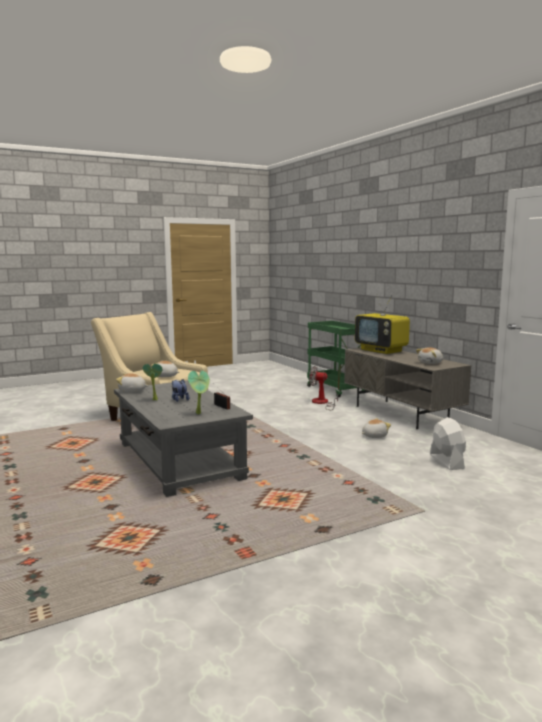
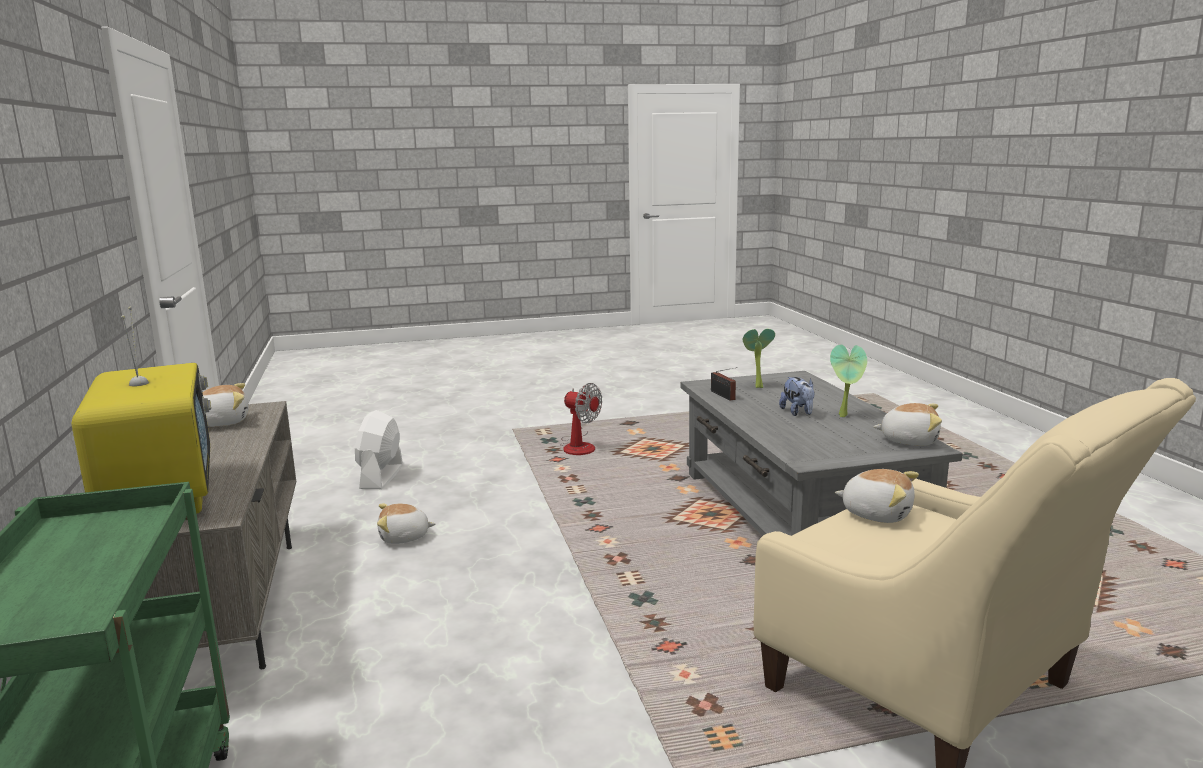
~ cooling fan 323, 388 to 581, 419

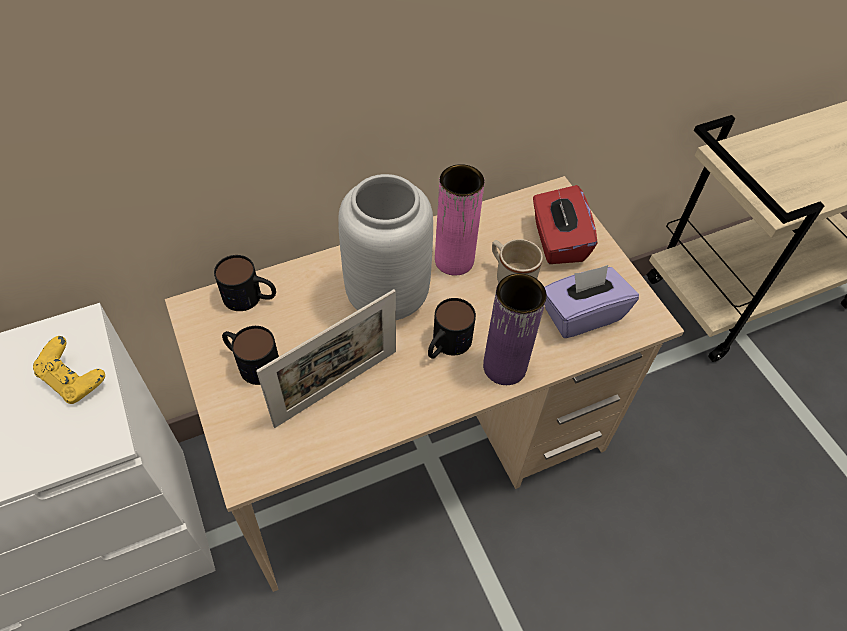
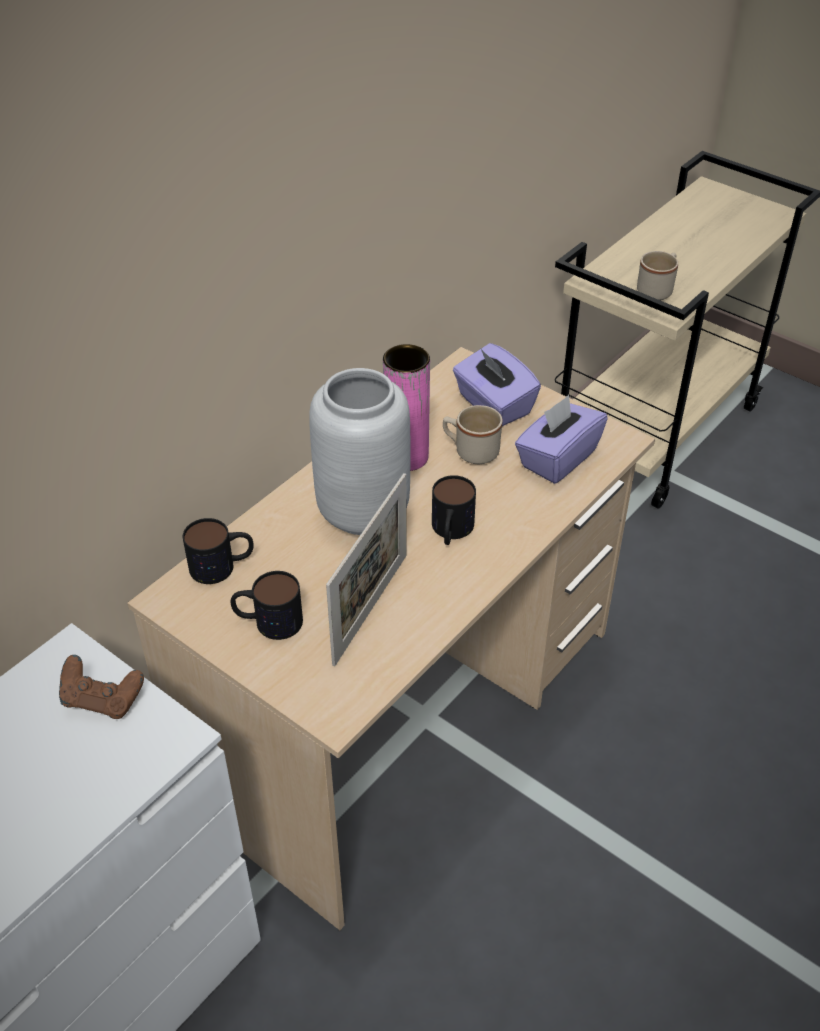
~ box of tissues/red 565, 224 to box of tissues/purple 497, 384
- vase/purple 515, 329
~ gamepad/yellowish 69, 370 to gamepad/brown-coloured 101, 687
+ tea mug/beige-coloured 657, 275

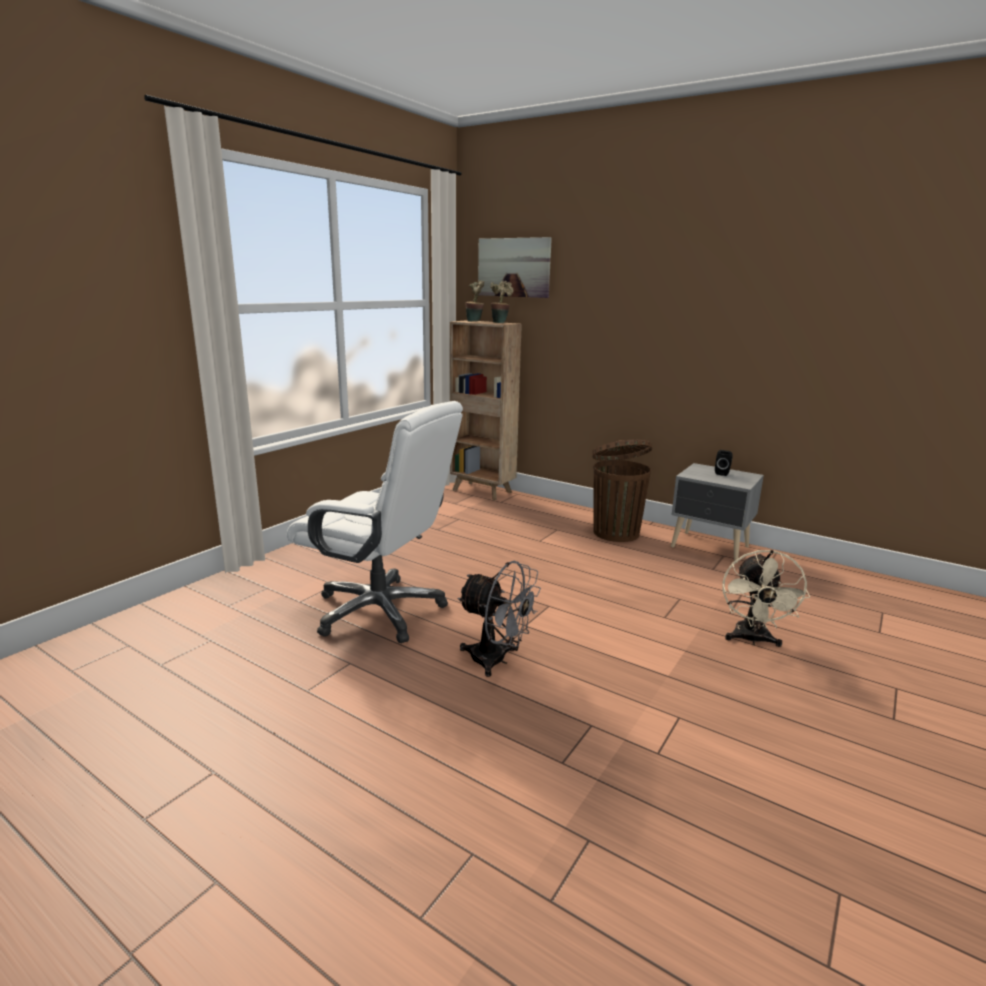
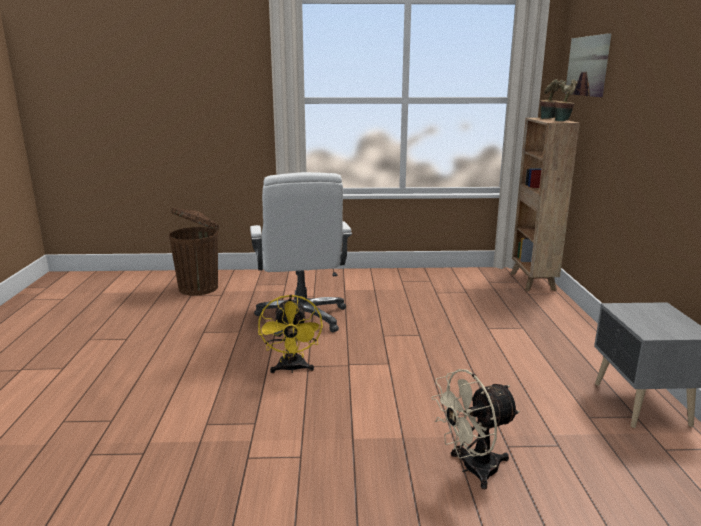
~ trash can/brown-coloured 622, 490 to 194, 252
- audio speaker/black 724, 463
~ cooling fan/gray 499, 619 to cooling fan/yellowish 290, 333

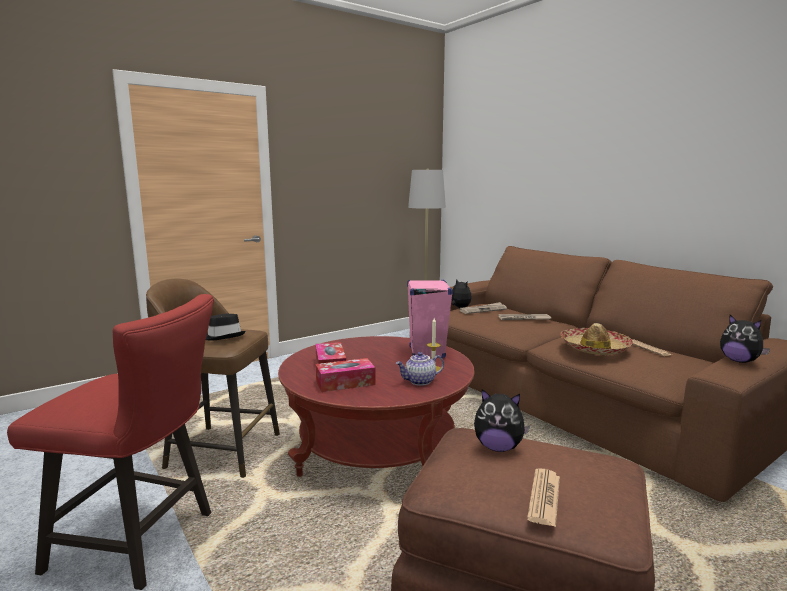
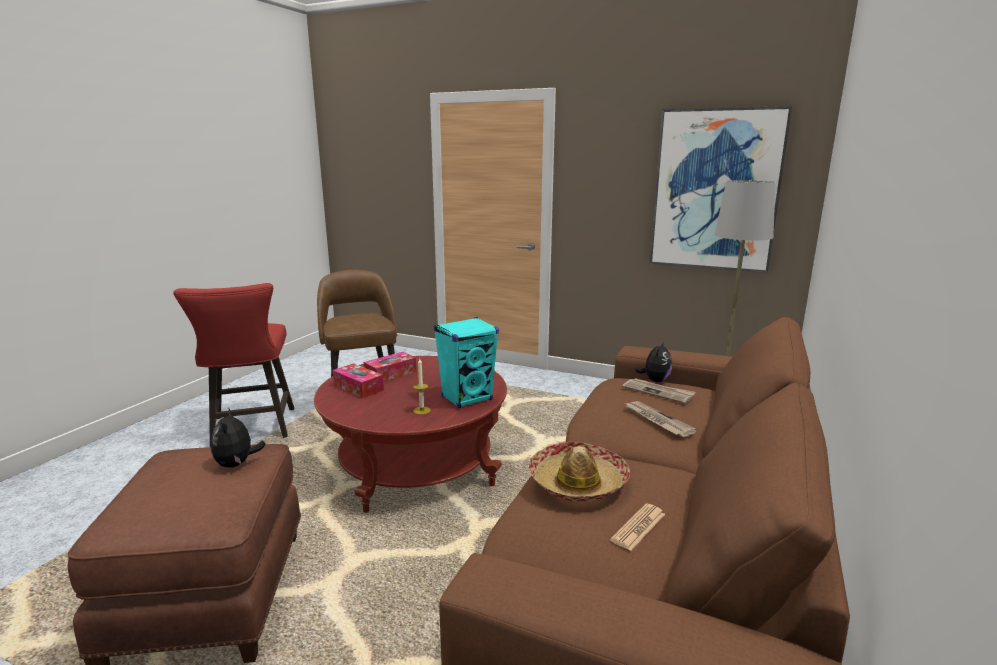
~ audio speaker/pinkish 430, 319 to audio speaker/blue-green 466, 363
- clothing hat/black 226, 327
- plush toy 745, 339
- teapot 420, 369
- daily paper 543, 498
+ wall art 721, 189

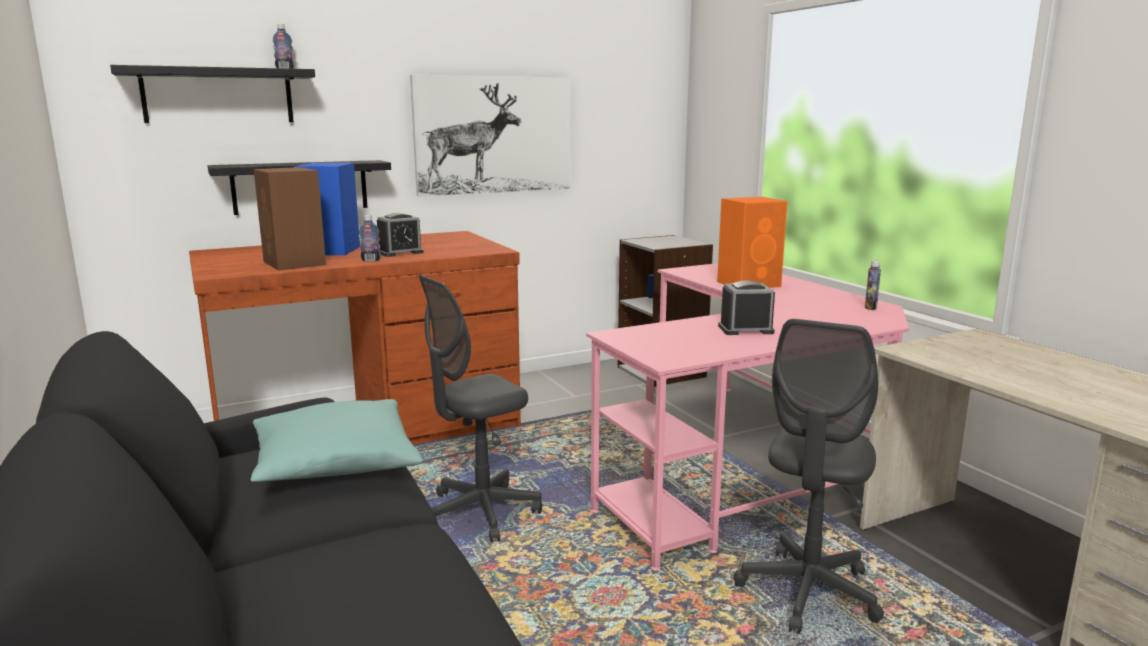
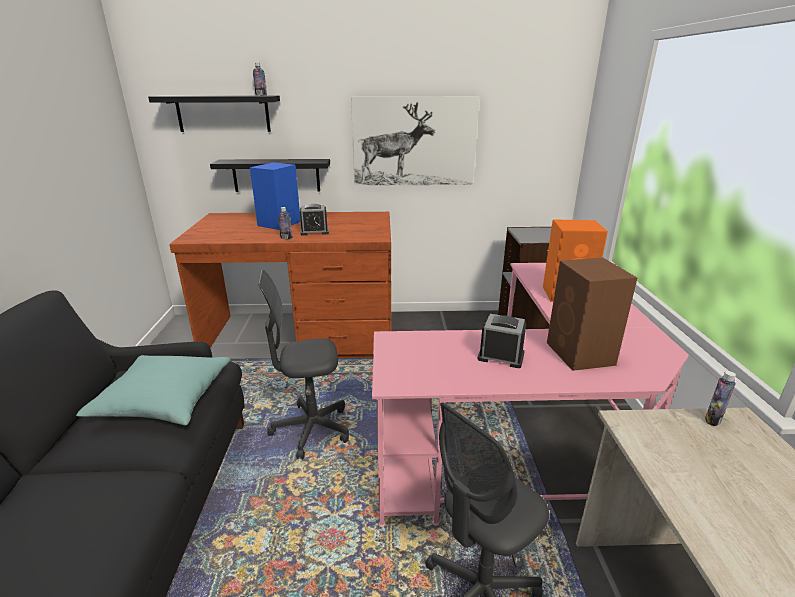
~ audio speaker/brown-coloured 290, 219 to 592, 314
~ bottle 873, 285 to 720, 398

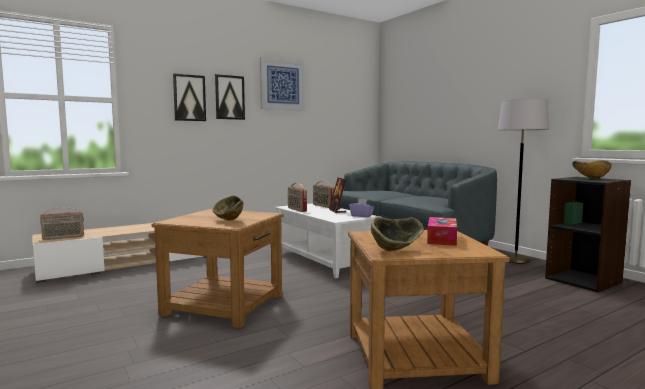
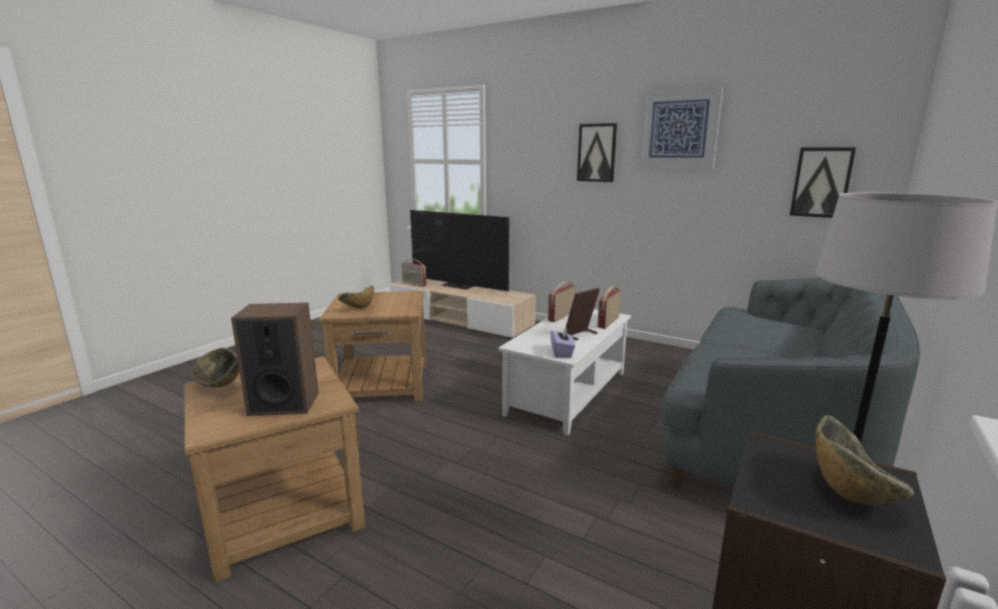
~ wall art 189, 97 to 823, 182
~ box of tissues 442, 231 to audio speaker 275, 359
+ television 459, 250

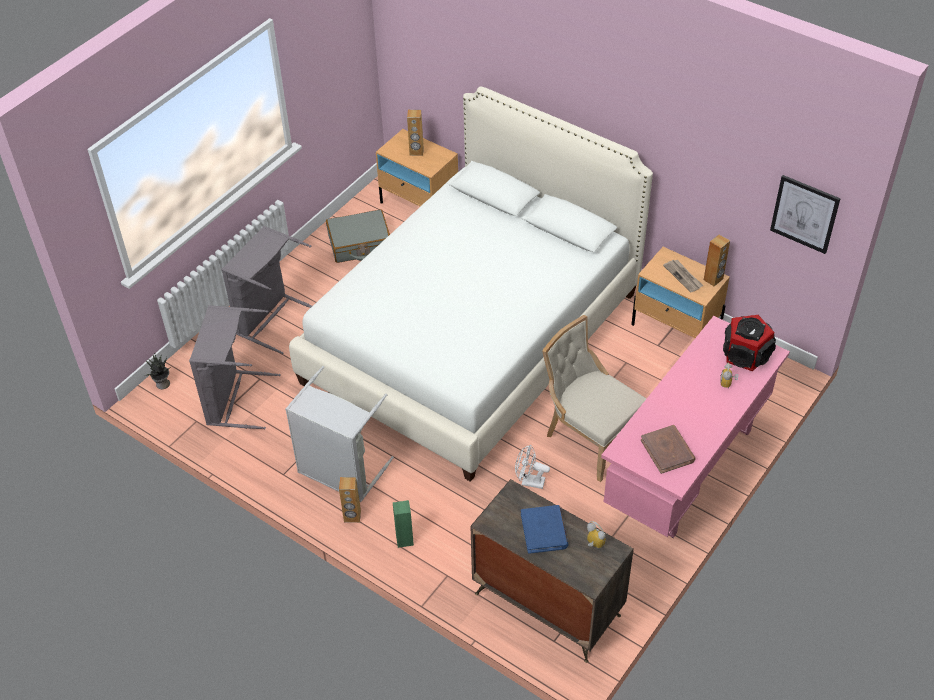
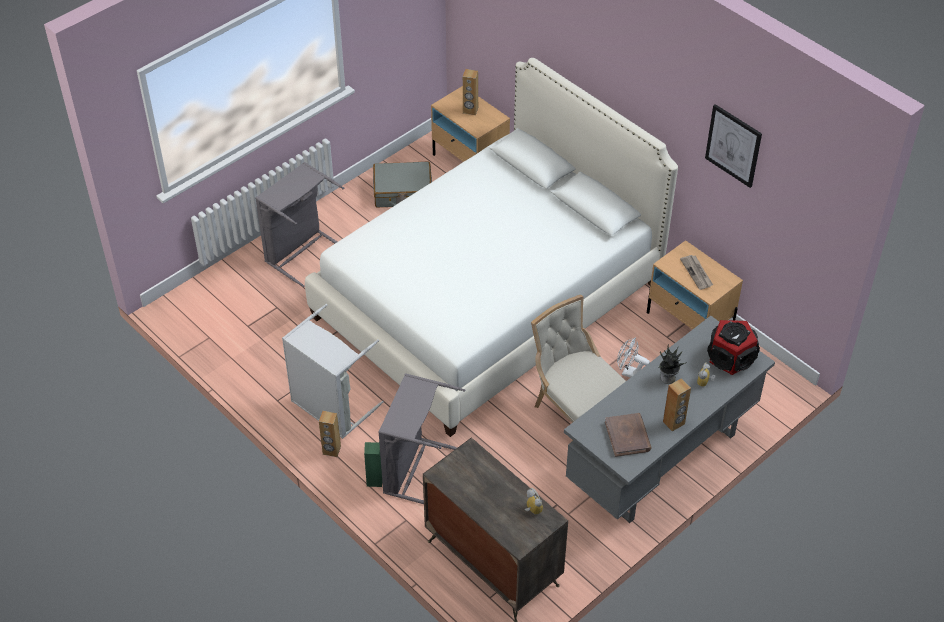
~ wall art 805, 214 to 733, 146
~ audio speaker/brown-coloured 717, 260 to 677, 405
~ laundry basket/gray 235, 367 to 422, 438
~ desk table/pinkish 695, 427 to desk table/gray 669, 419
~ plant in a pot 158, 371 to 672, 364
~ cooling fan/white 532, 466 to 633, 358
- bound book/blue-coloured 544, 529

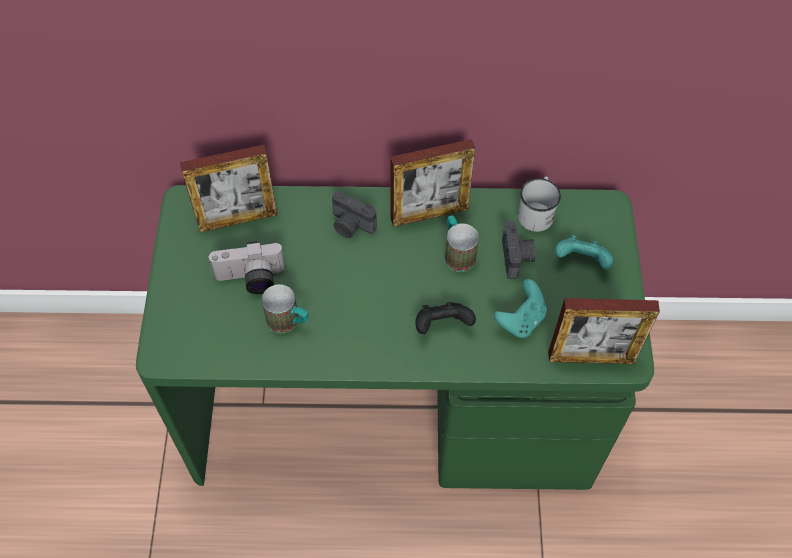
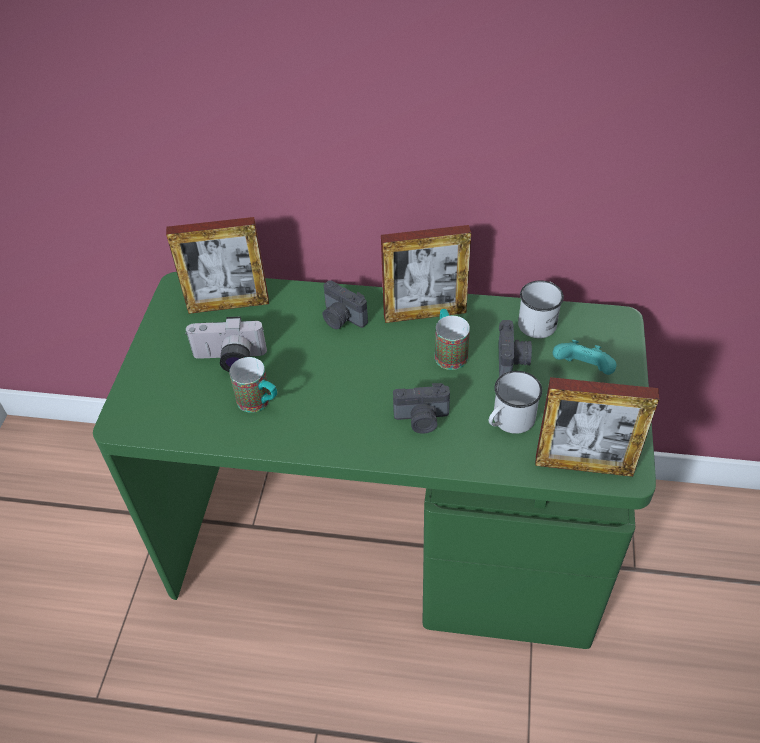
~ gamepad/blue-green 520, 308 to tea mug/white 515, 402
~ gamepad/black 445, 318 to photo camera 421, 408

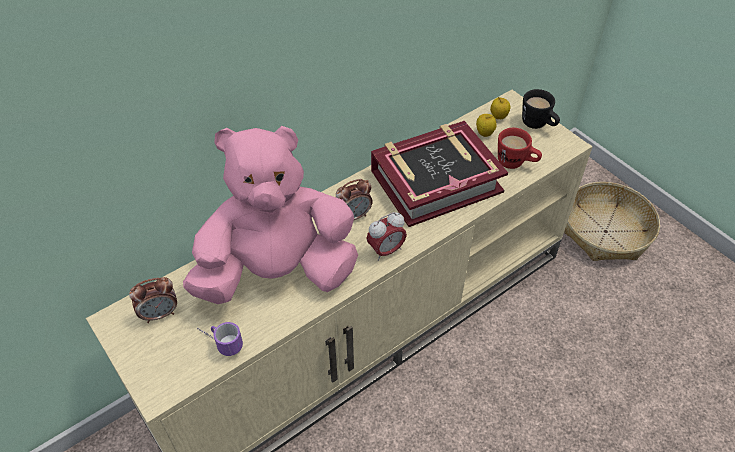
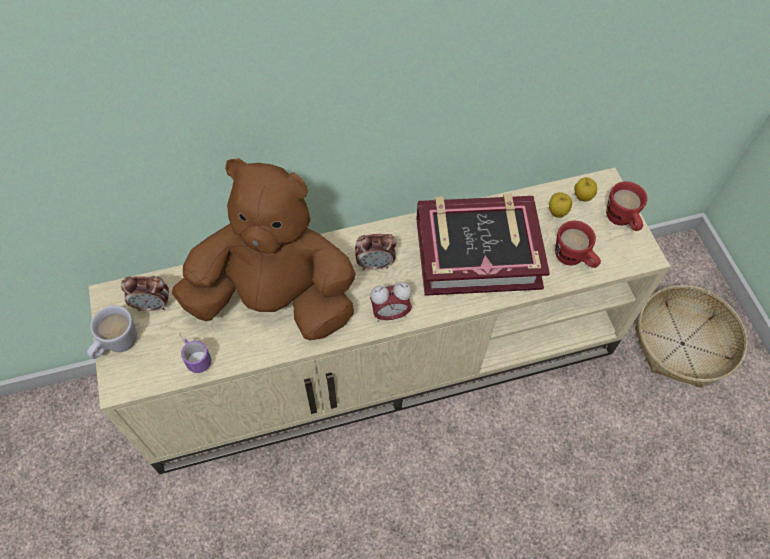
~ tea mug/black 541, 109 to tea mug/red 626, 206
~ plush toy/pinkish 270, 215 to plush toy/brown-coloured 264, 249
+ tea mug/white 112, 332

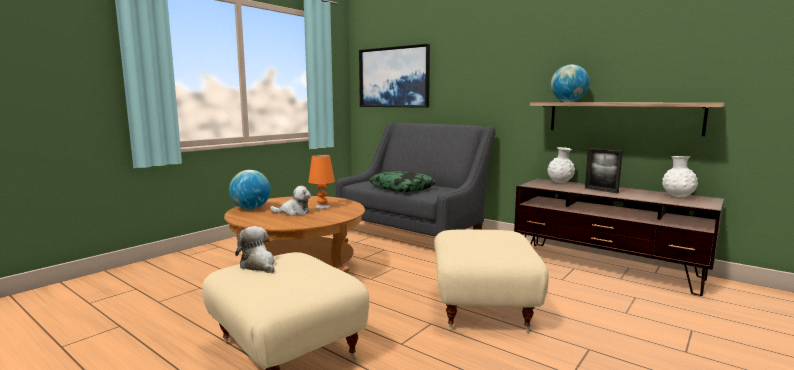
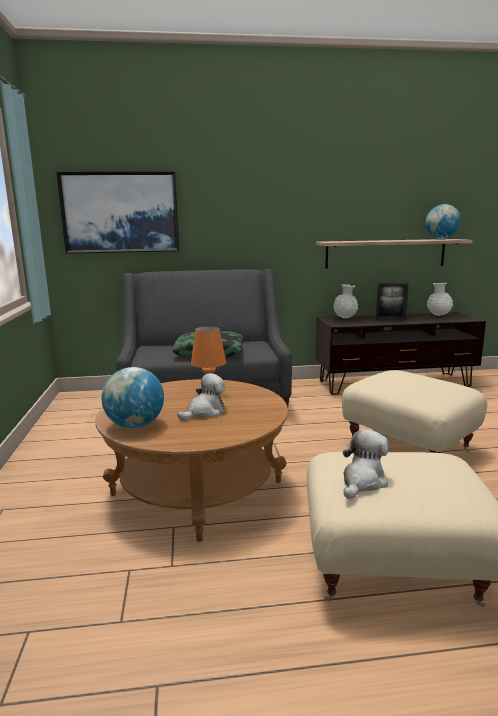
~ world globe 570, 83 to 443, 222
~ plush toy 255, 249 = 365, 464 120 degrees clockwise

